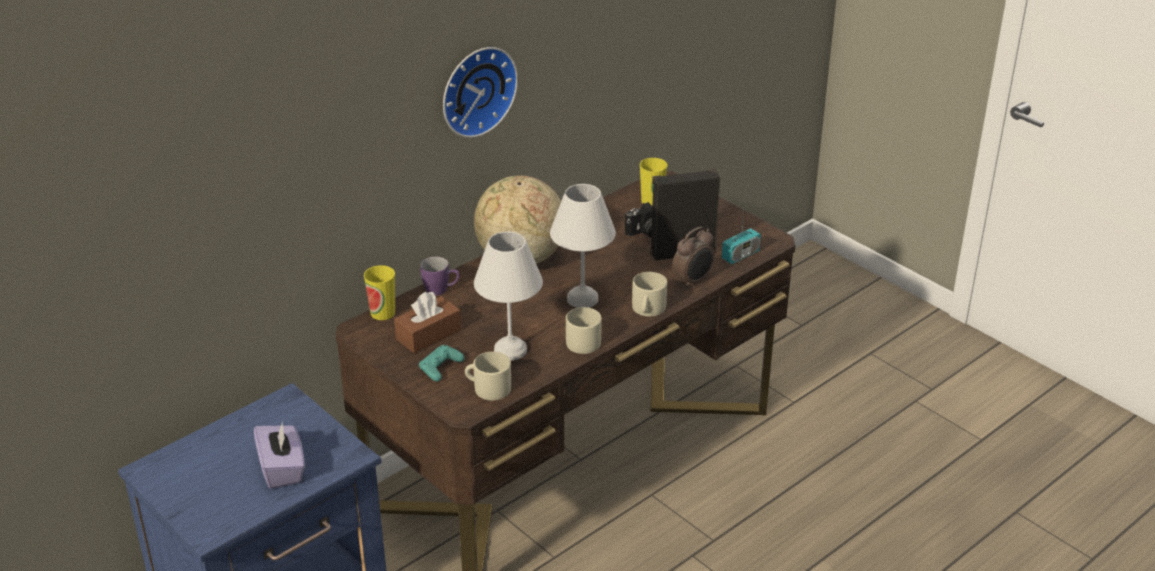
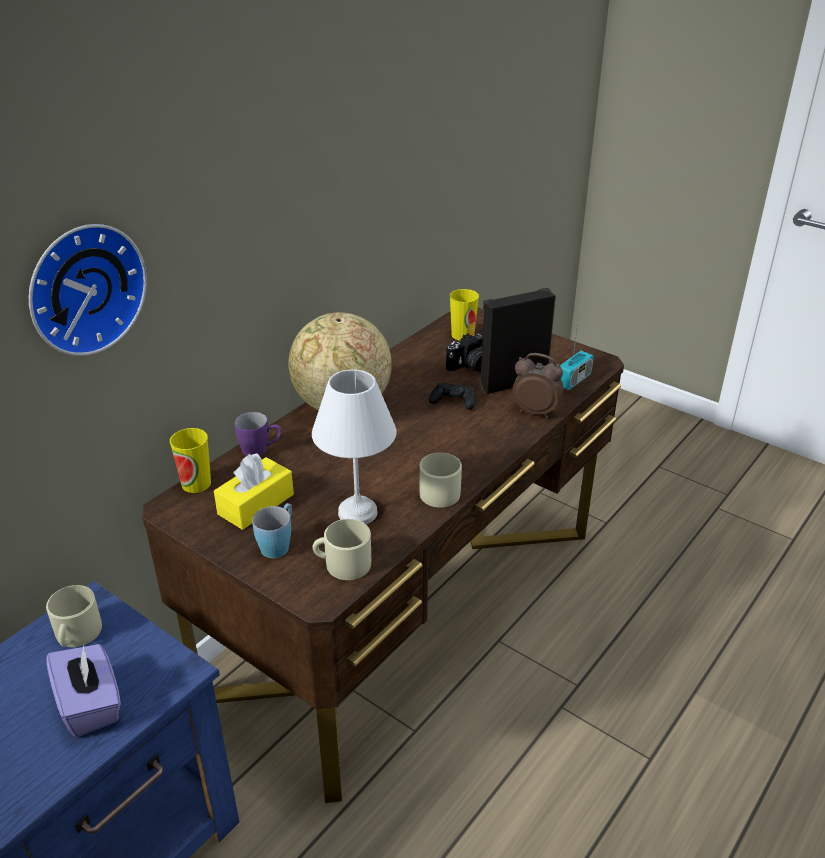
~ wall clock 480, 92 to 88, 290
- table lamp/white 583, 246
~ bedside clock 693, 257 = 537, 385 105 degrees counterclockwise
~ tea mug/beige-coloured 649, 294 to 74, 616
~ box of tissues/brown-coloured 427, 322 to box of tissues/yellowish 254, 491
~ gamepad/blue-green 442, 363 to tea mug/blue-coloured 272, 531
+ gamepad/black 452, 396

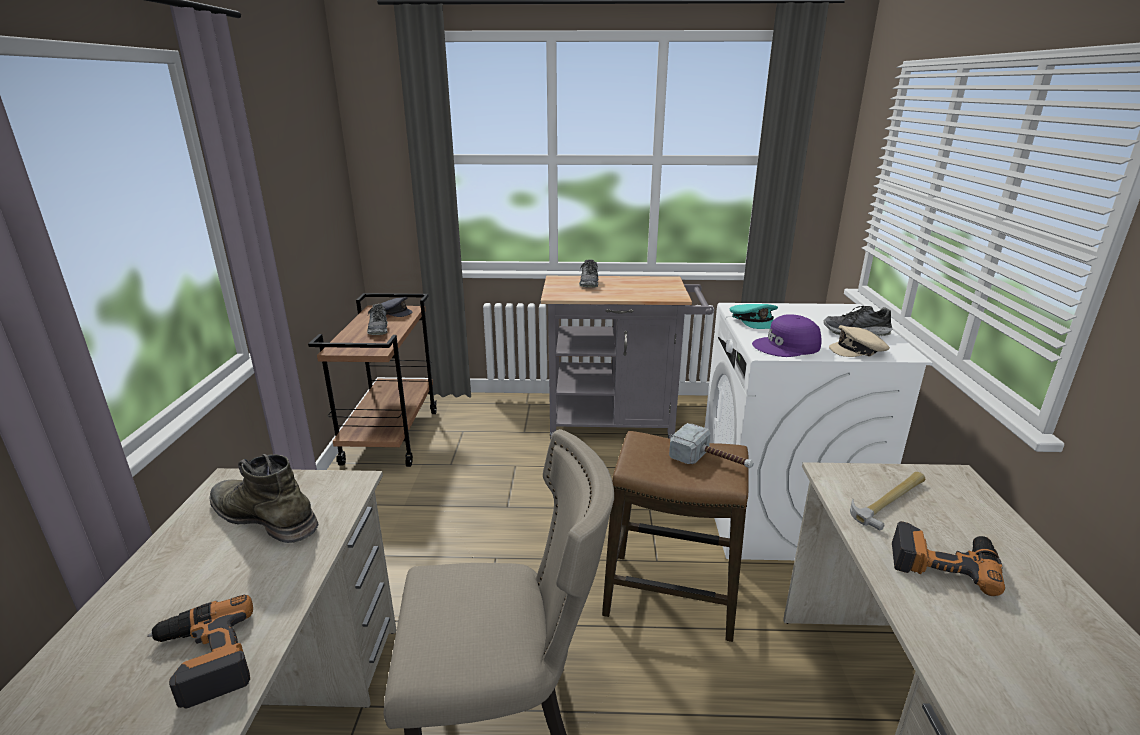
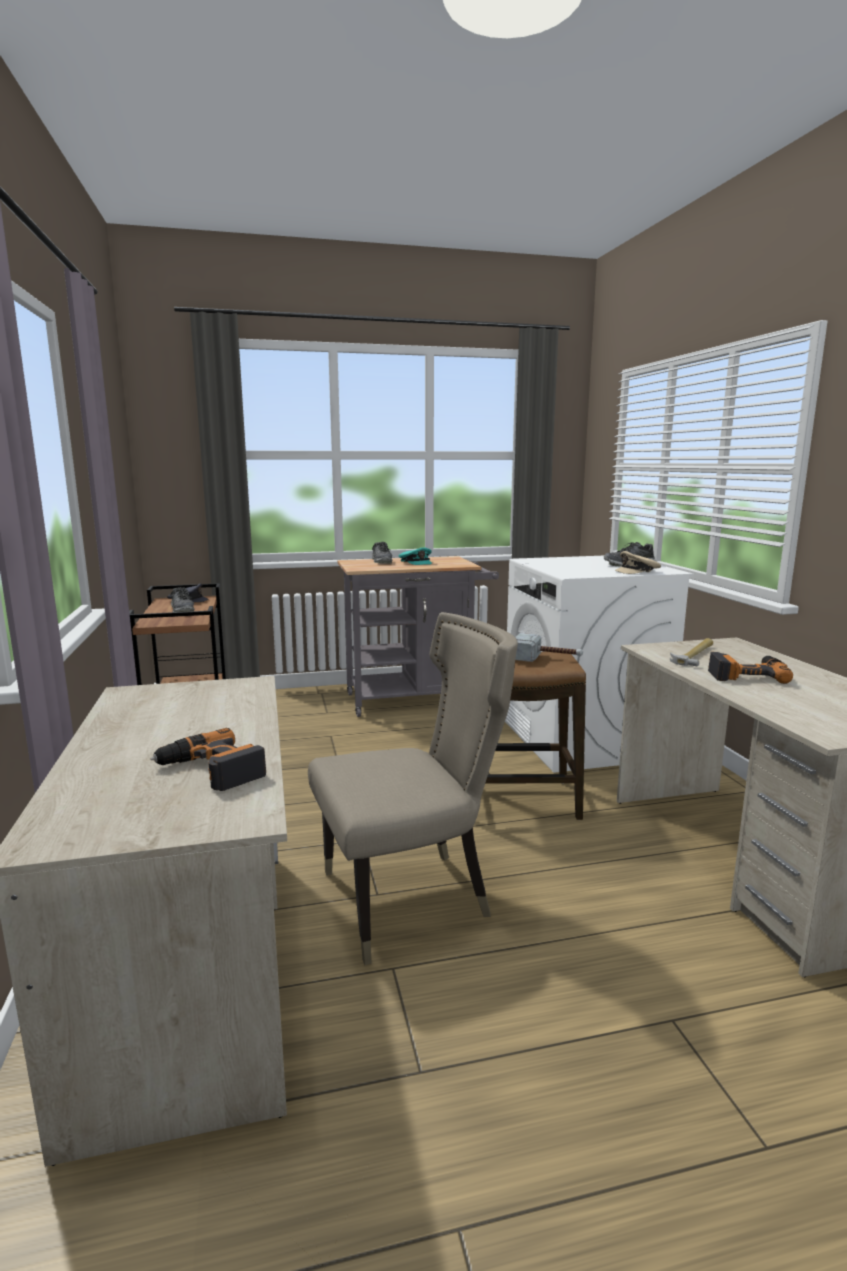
~ peaked cap/blue-green 754, 316 to 415, 556
- peaked cap/purple 787, 335
- tall boot/greenish 264, 498

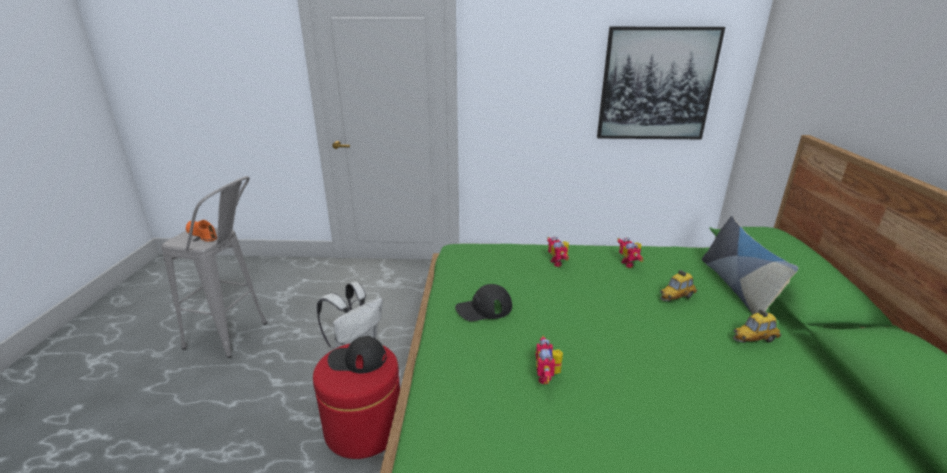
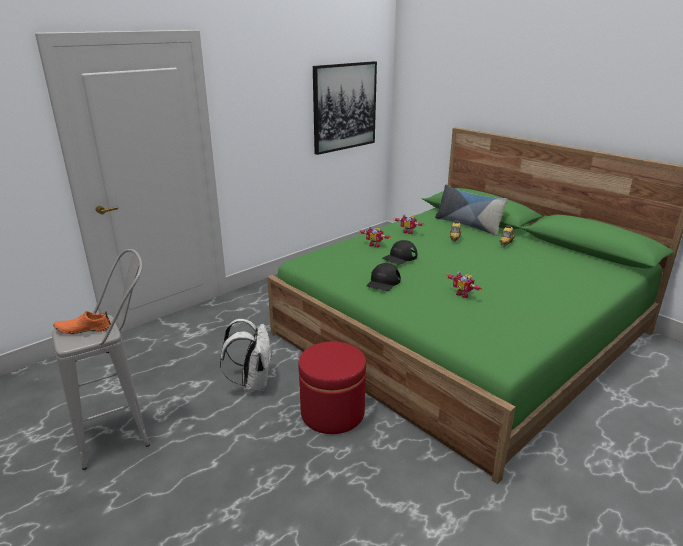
~ peaked cap/black 357, 354 to 400, 252

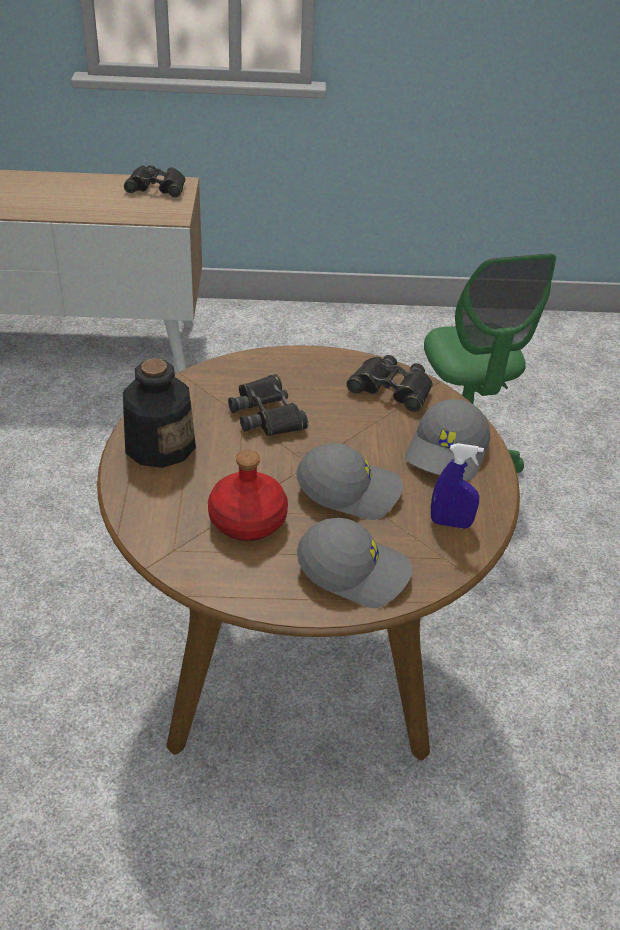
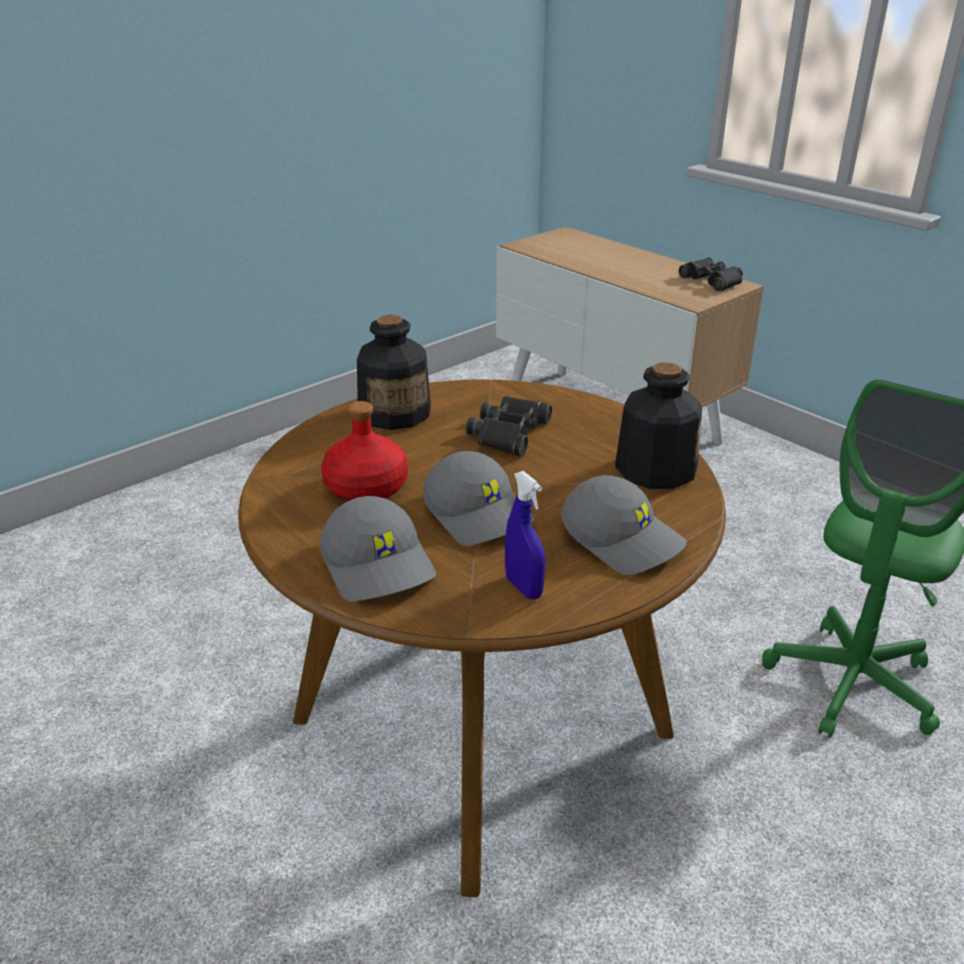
~ binoculars/black 389, 383 to bottle 658, 425
~ peaked cap/gray 447, 439 = 624, 525 120 degrees counterclockwise

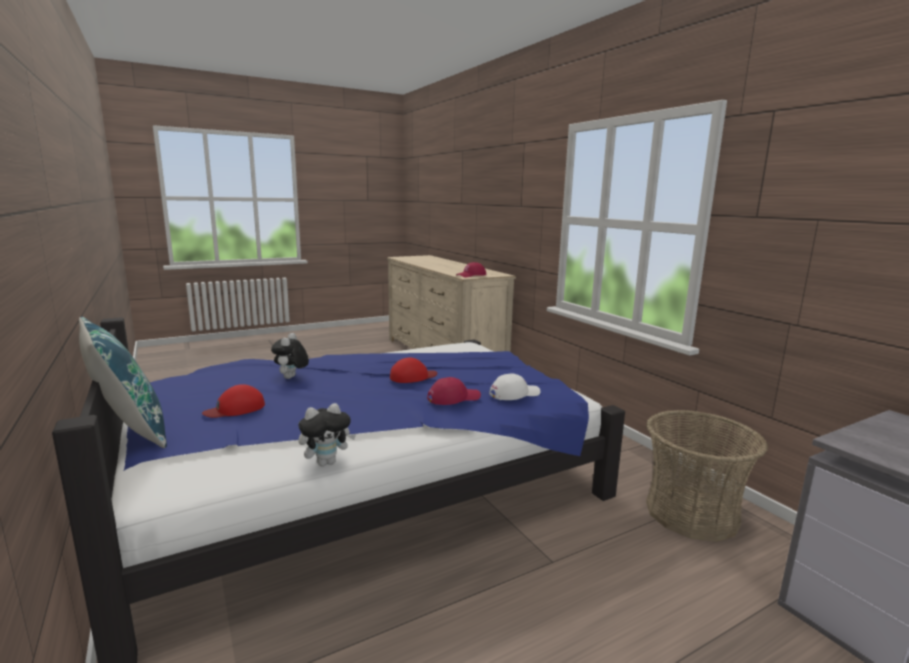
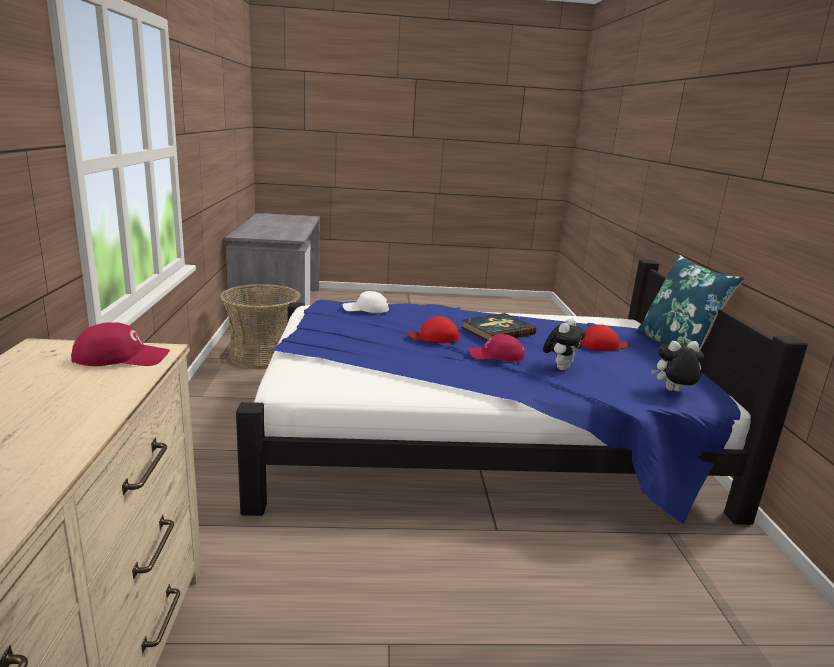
~ peaked cap/red 454, 391 to 497, 348
~ plush toy 327, 434 to 677, 366
+ bound book 498, 327

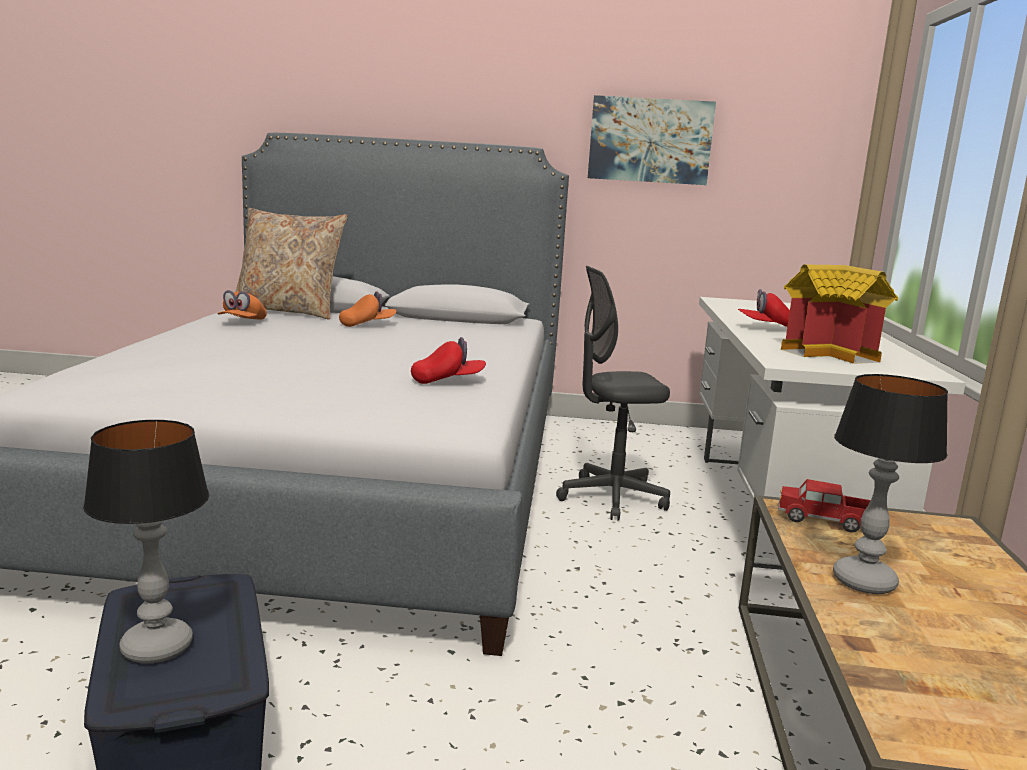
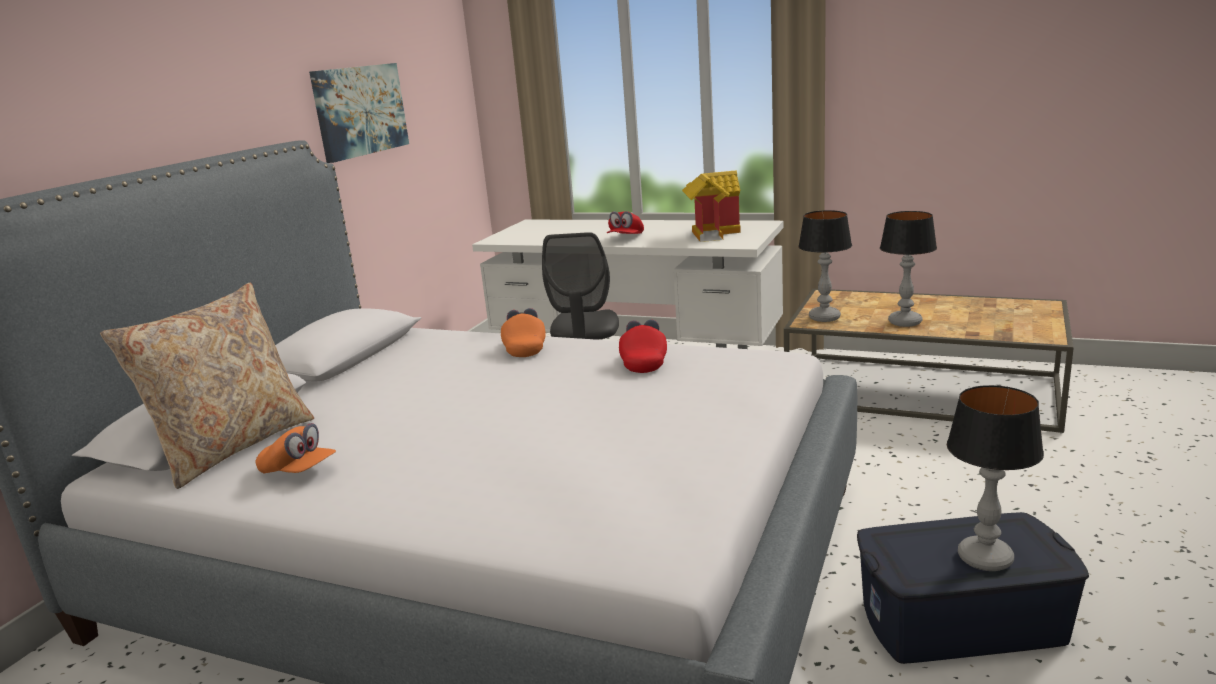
~ peaked cap/orange 367, 309 to 523, 332
~ model truck 824, 506 to table lamp 825, 266

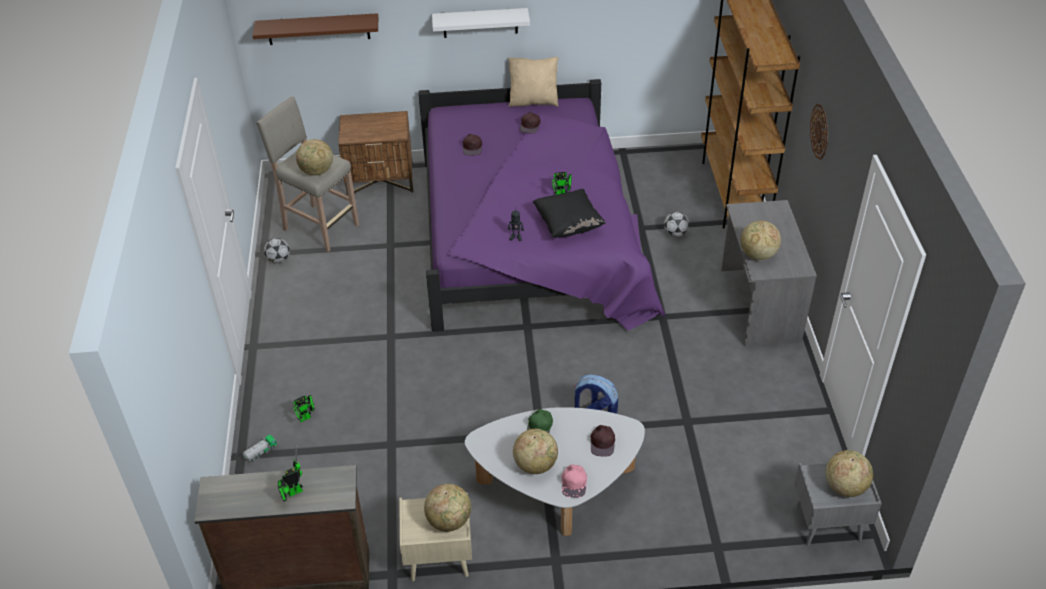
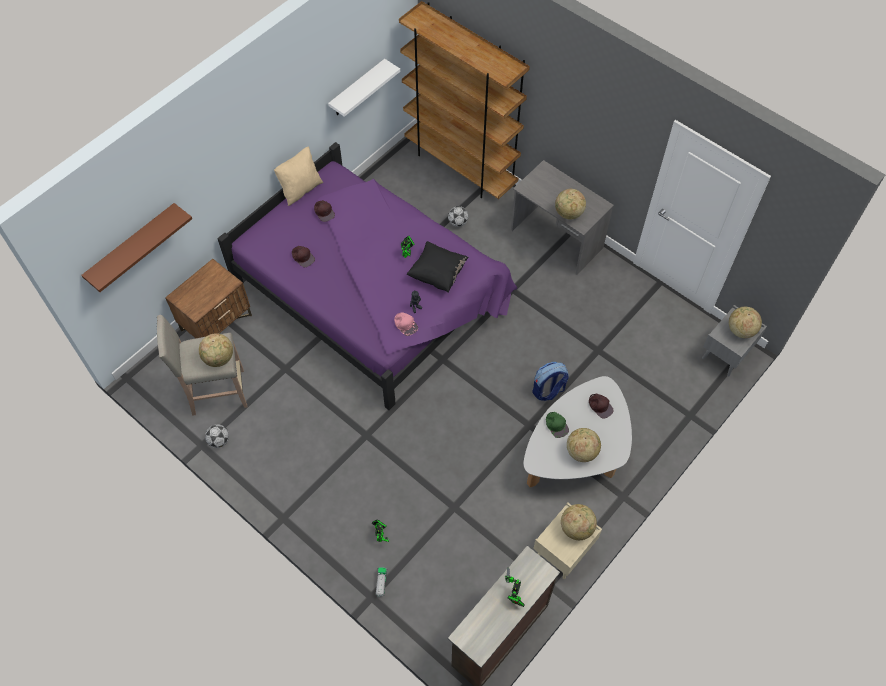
~ wall shelf/white 481, 23 to 364, 88
- wall clock 819, 132
~ peaked cap/pinkish 574, 481 to 406, 324

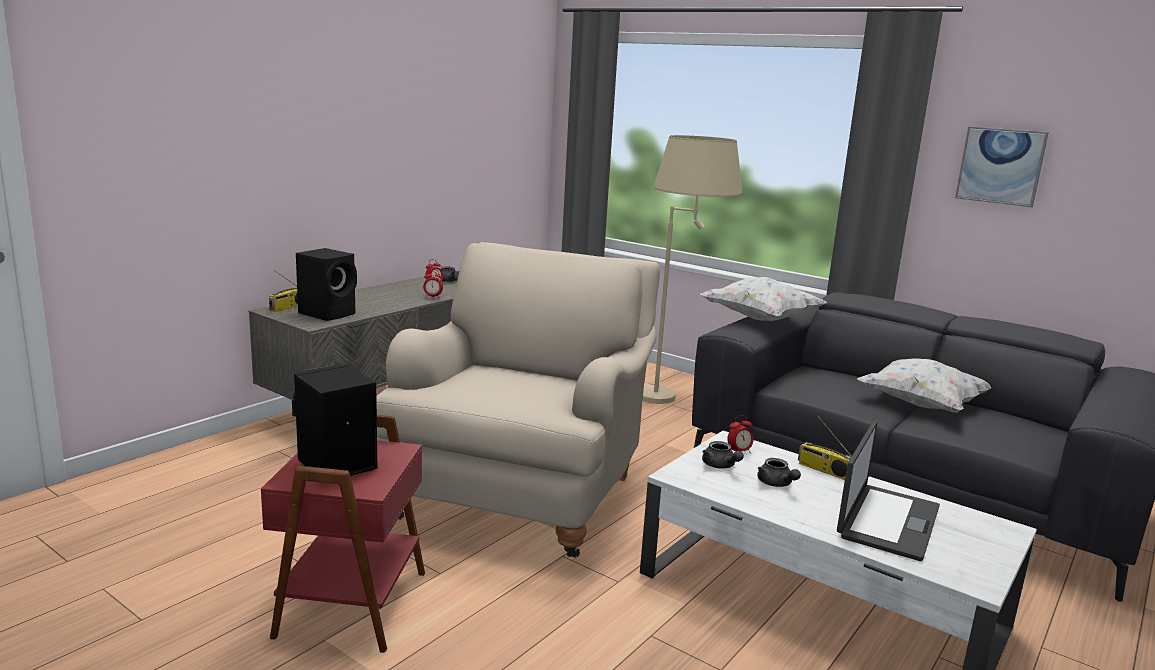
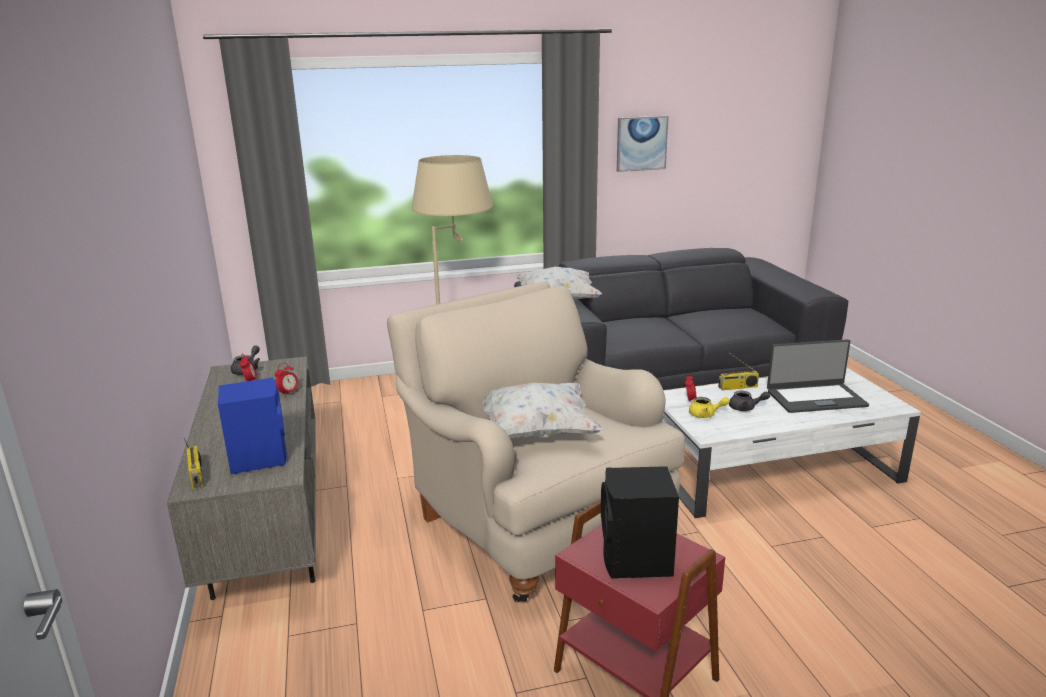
~ audio speaker/black 326, 284 to audio speaker/blue-coloured 252, 426
~ cushion/white 924, 385 to 543, 410
~ notebook computer 888, 491 = 818, 376 105 degrees clockwise
~ teapot/gray 723, 455 to teapot/yellowish 709, 407

